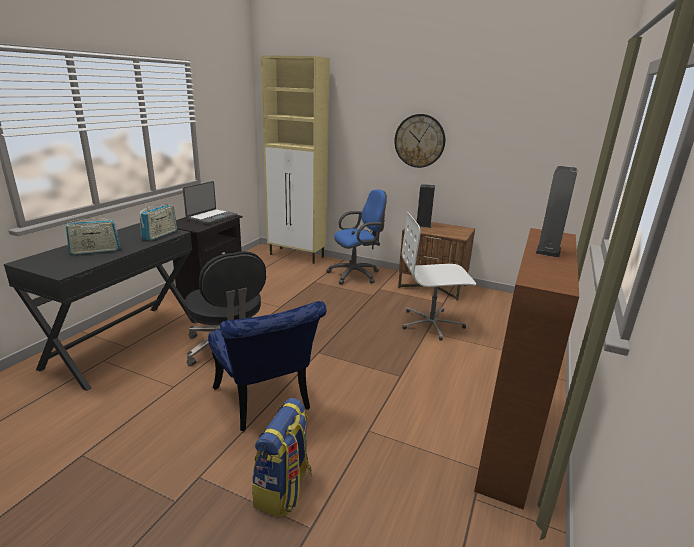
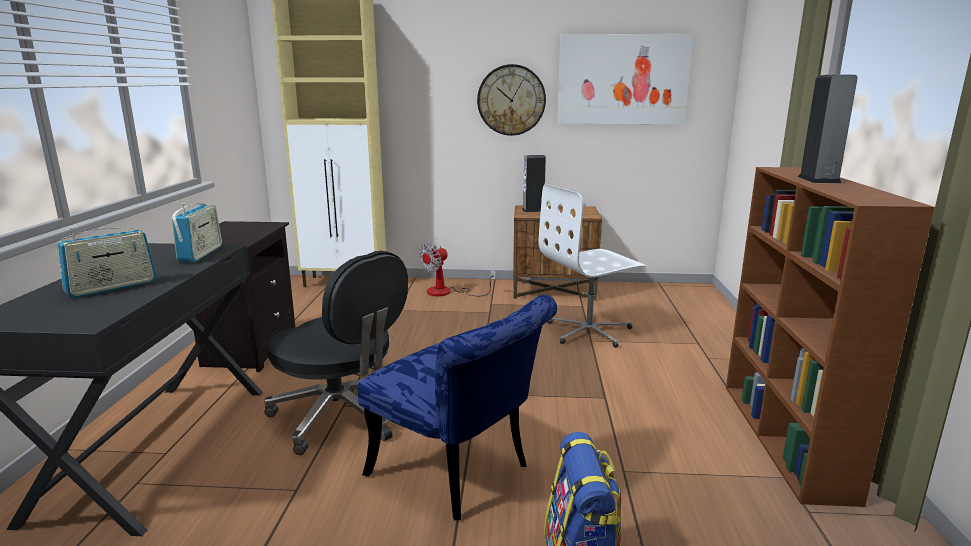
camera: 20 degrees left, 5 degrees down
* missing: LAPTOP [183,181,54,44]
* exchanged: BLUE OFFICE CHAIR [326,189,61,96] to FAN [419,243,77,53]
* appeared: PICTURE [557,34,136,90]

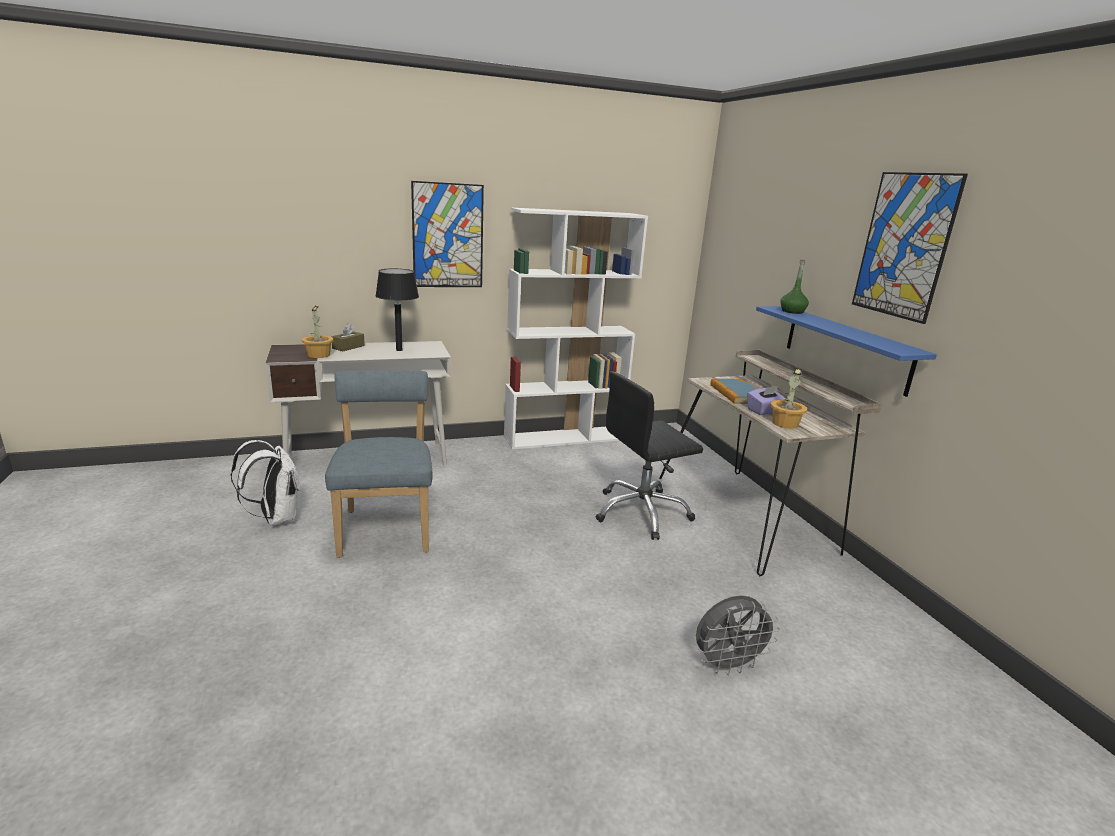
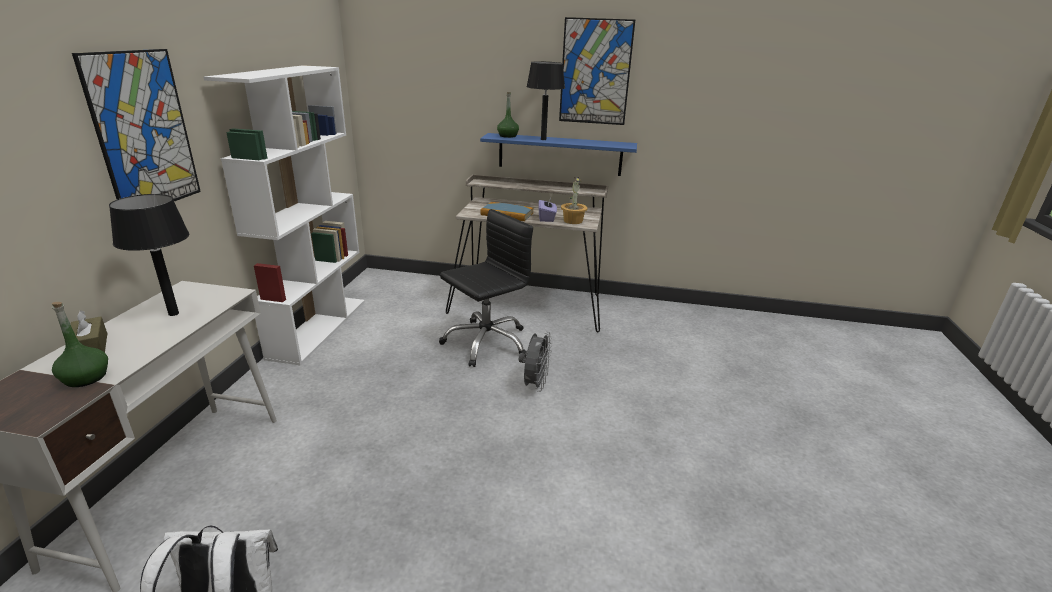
camera: 60 degrees left, 5 degrees up
* exchanged: POTTED PLANT [302,306,31,52] to GREEN BOTTLE [52,302,56,85]
* missing: BLUE CHAIR [325,371,108,187]
* spun: BLACK OFFICE CHAIR [596,371,107,169] = [439,209,94,158] 135 degrees counterclockwise
* relocated: GREY FAN [696,596,84,79] to [519,331,33,61]
* appeared: BLACK TABLE LAMP [527,62,38,78]

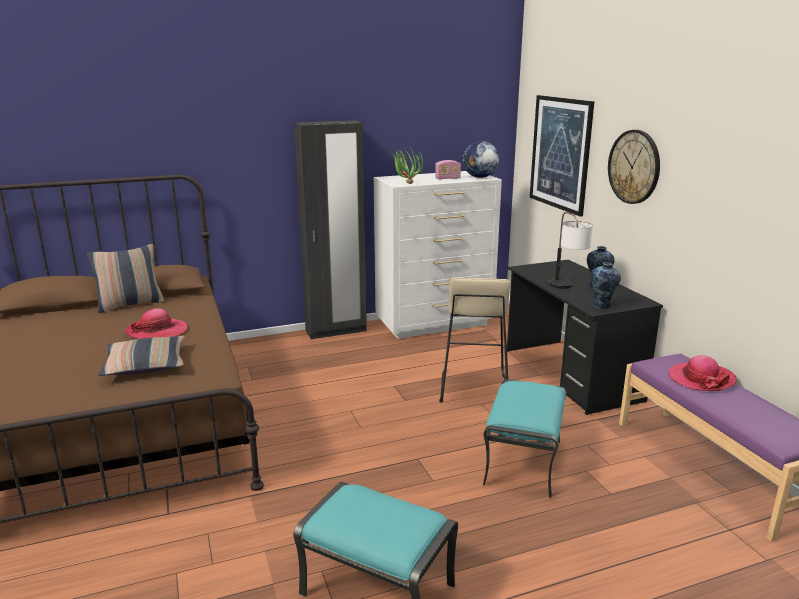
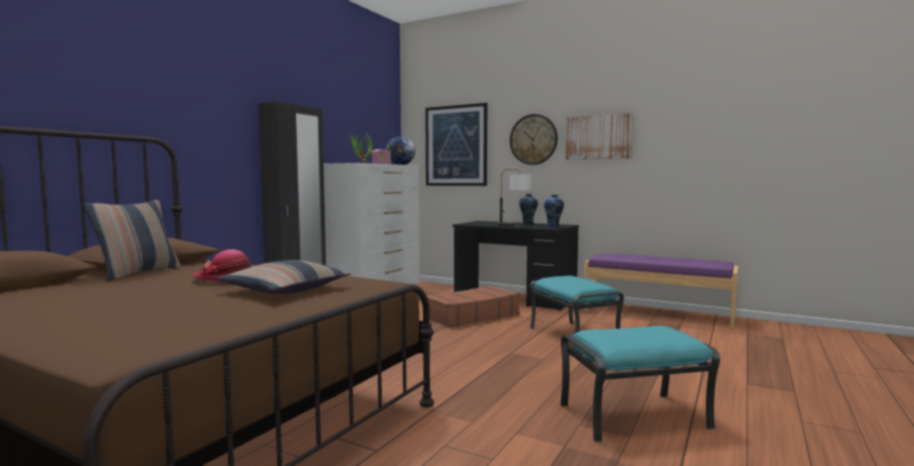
camera: 40 degrees left, 15 degrees down
* exchanged: BEIGE STOOL [439,277,71,125] to BROWN SUITCASE [426,285,94,43]
* missing: HAT [669,355,68,36]
* appeared: PICTURE [566,113,67,47]

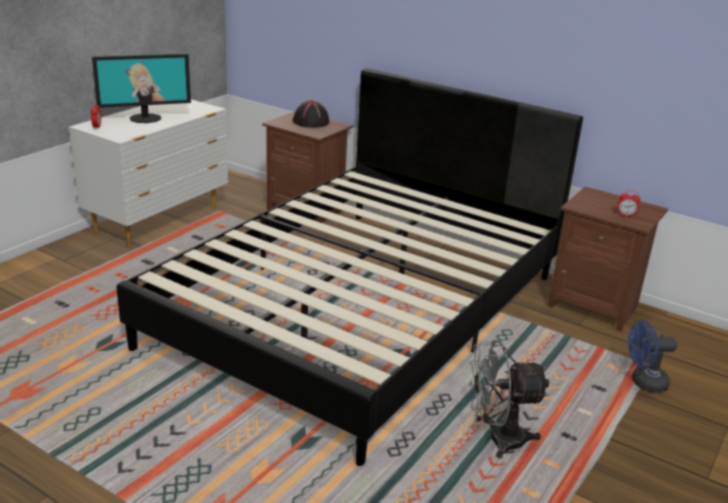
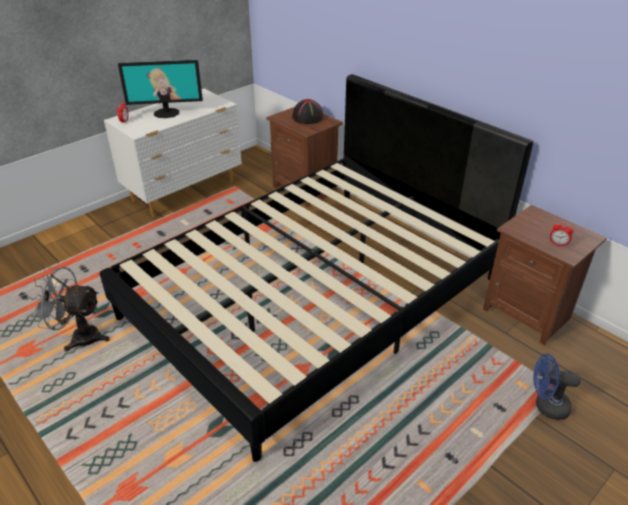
camera: 15 degrees right, 10 degrees up
* relocated: GREY FAN [469,340,80,119] to [28,267,82,85]

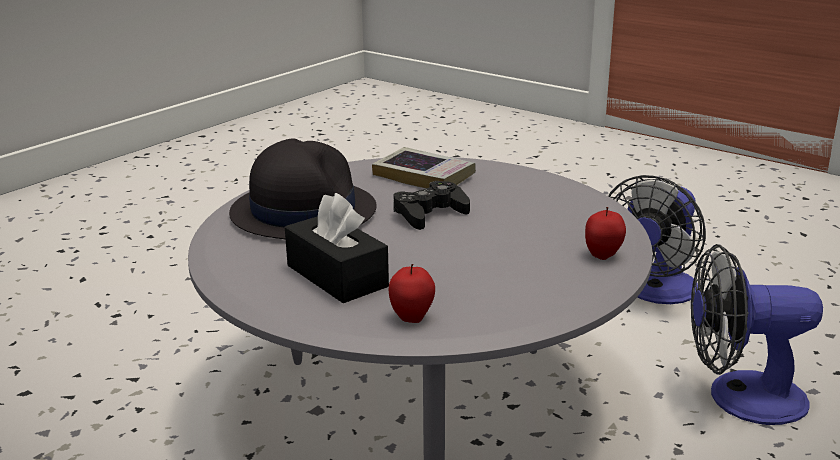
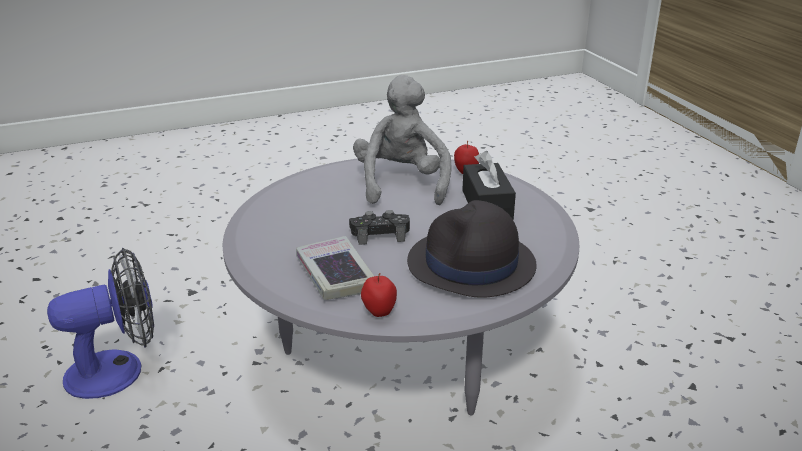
camera: 150 degrees left, 5 degrees up
* relocated: APPLE [585,207,41,53] to [361,273,36,44]
* missing: FAN [691,244,132,181]
* appeared: GREY PLUSH TOY [353,75,98,130]

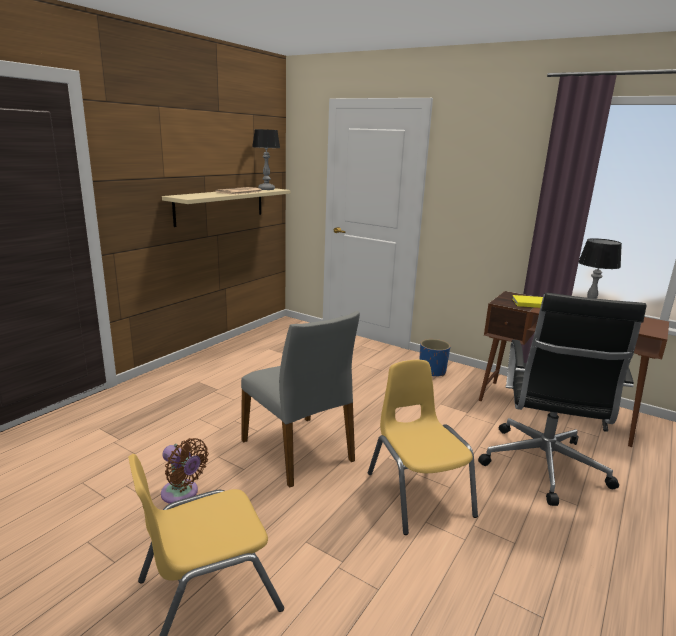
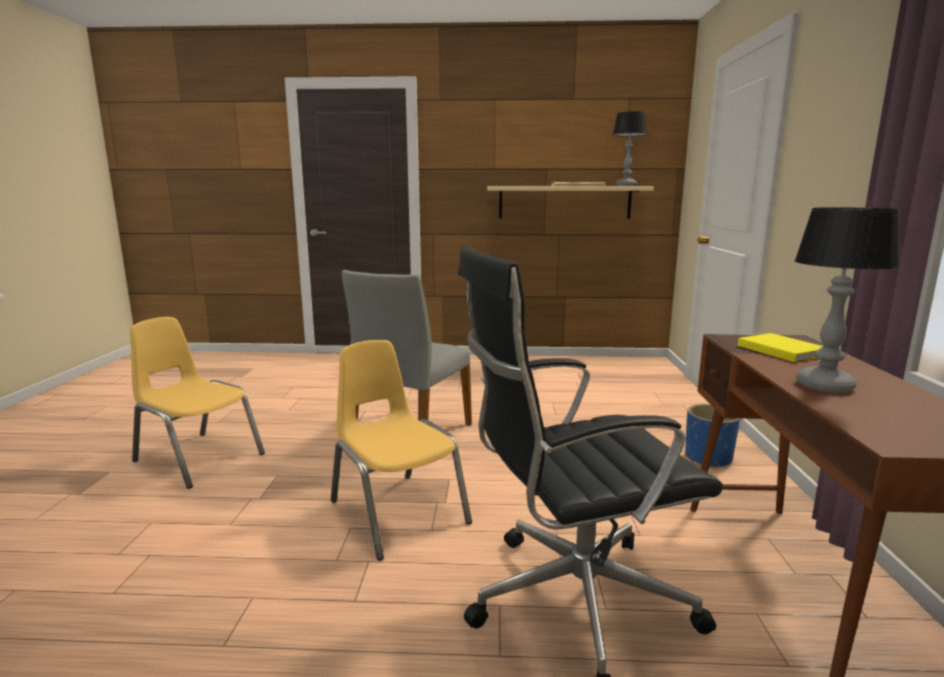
camera: 60 degrees right, 5 degrees down
* missing: BROWN FAN [161,438,48,66]
* spun: YELLOW CHAIR [368,360,110,175] = [331,340,141,221] 75 degrees counterclockwise

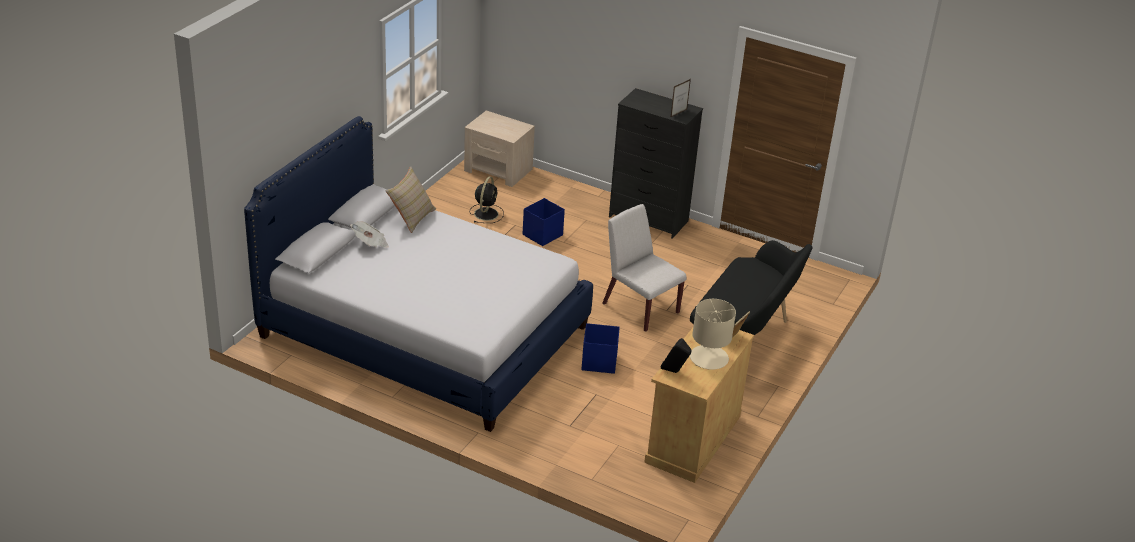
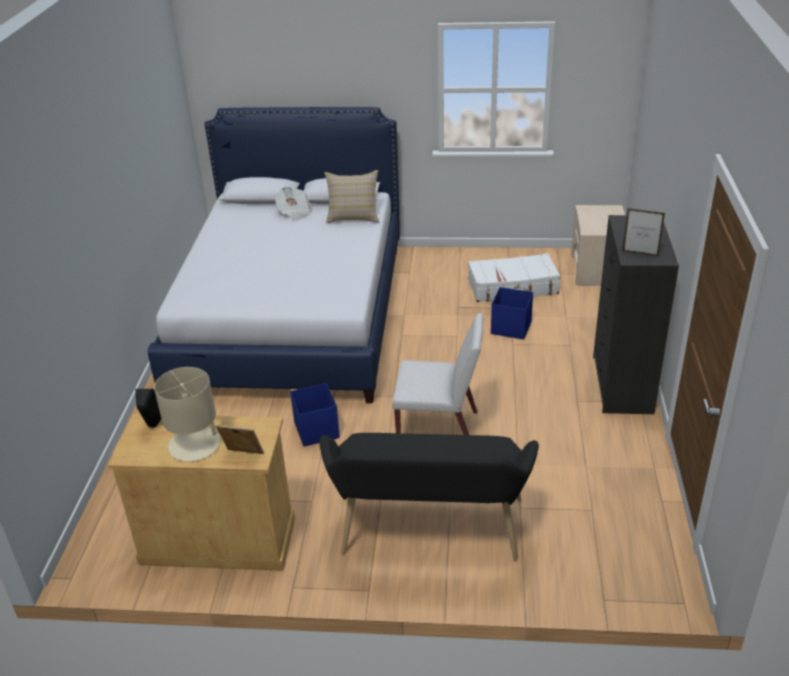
camera: 70 degrees right, 0 degrees up
* exchanged: BLACK FAN [470,177,34,46] to WHITE SUITCASE [468,253,92,49]
* spun: WHITE CHAIR [603,204,84,128] = [392,313,92,122] 75 degrees clockwise

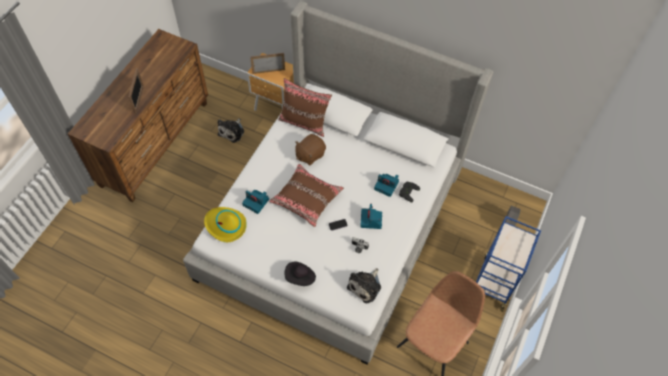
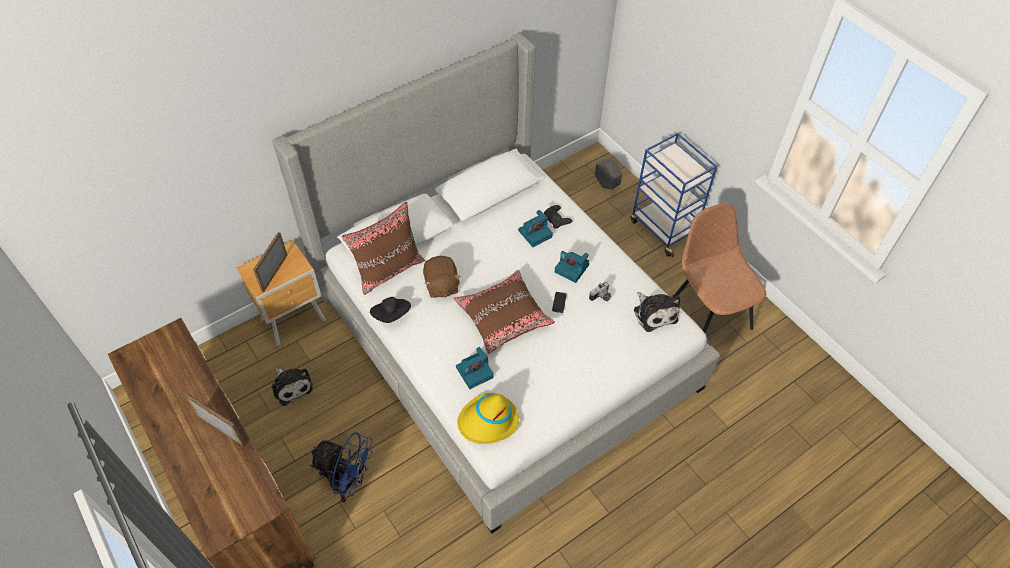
camera: 60 degrees left, 5 degrees down
* relocated: BLACK HAT [285,262,31,24] to [370,297,41,26]
* appeared: BLUE FAN [310,432,63,70]

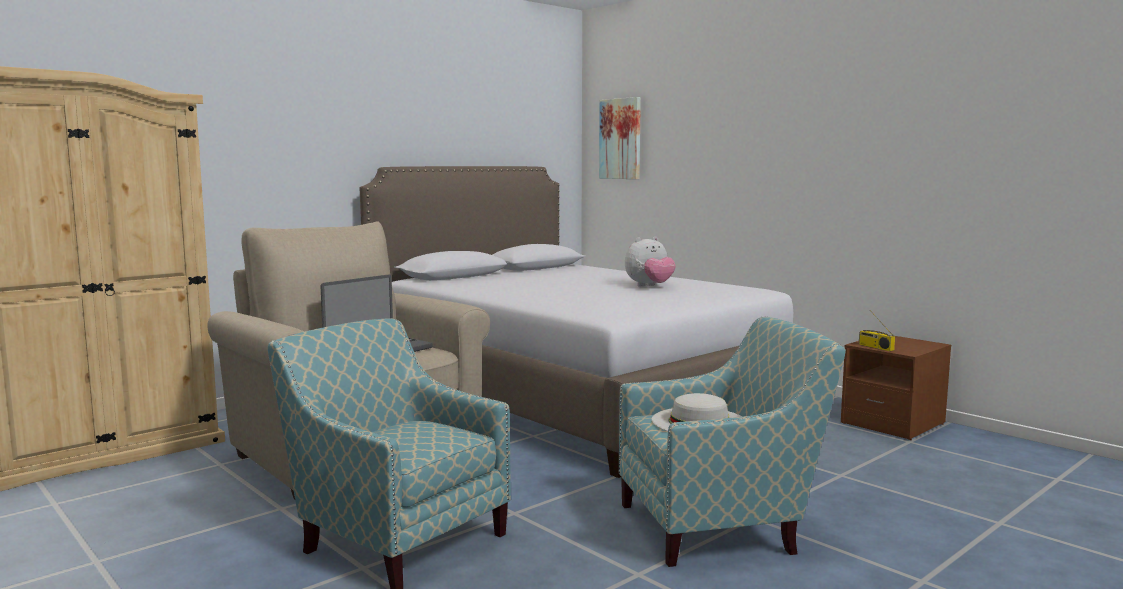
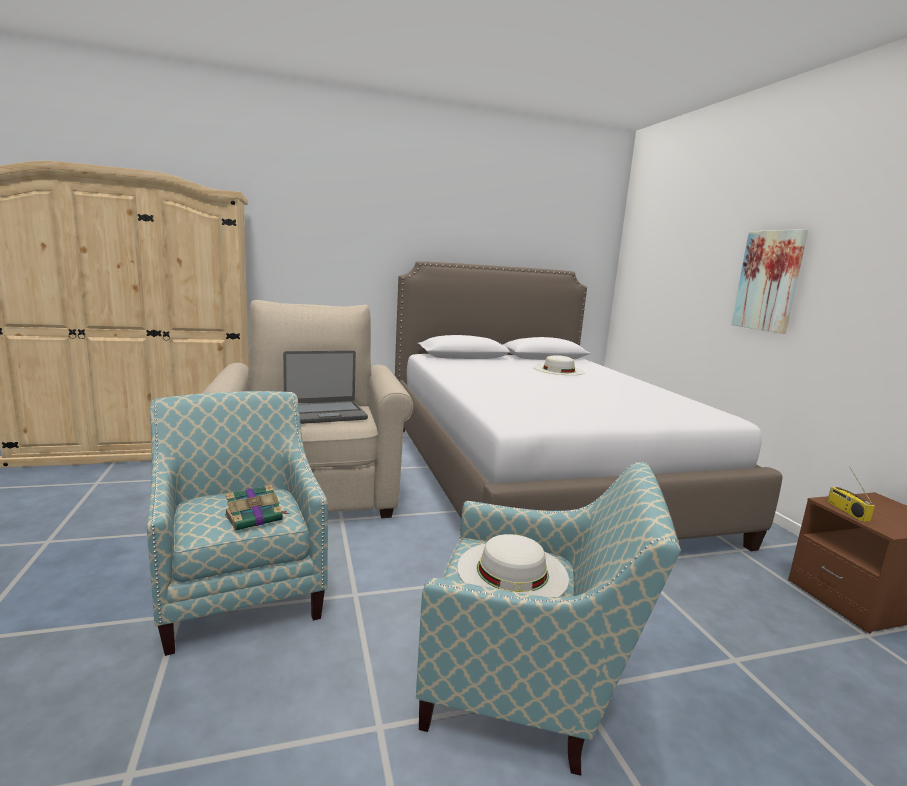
camera: 25 degrees right, 5 degrees up
* relocated: PICTURE [599,97,42,82] to [731,229,77,105]
* missing: PLUSH TOY [625,237,51,50]
* appeared: BOOK [225,484,64,47]
* appeared: WHITE HAT [533,355,52,20]

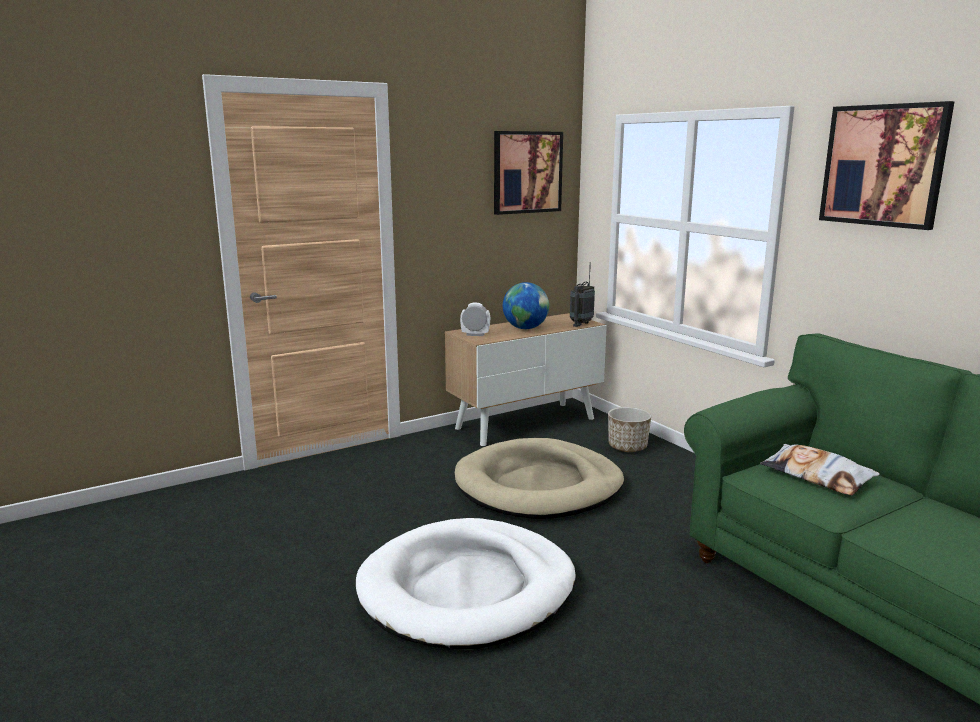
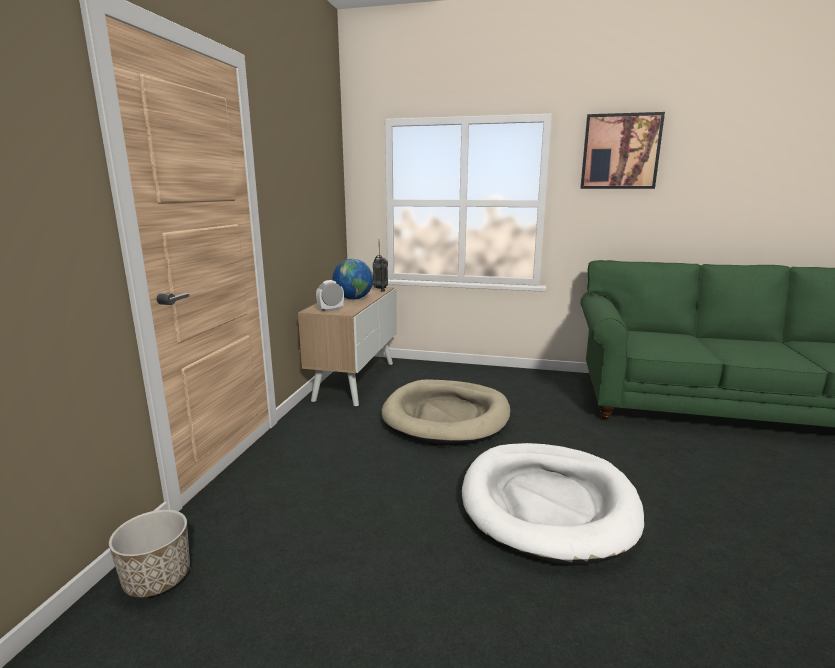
camera: 45 degrees left, 0 degrees up
* missing: PICTURE [494,131,69,84]
* relocated: PLANTER [608,407,43,45] to [109,510,81,88]
* missing: PILLOW [760,444,120,52]

